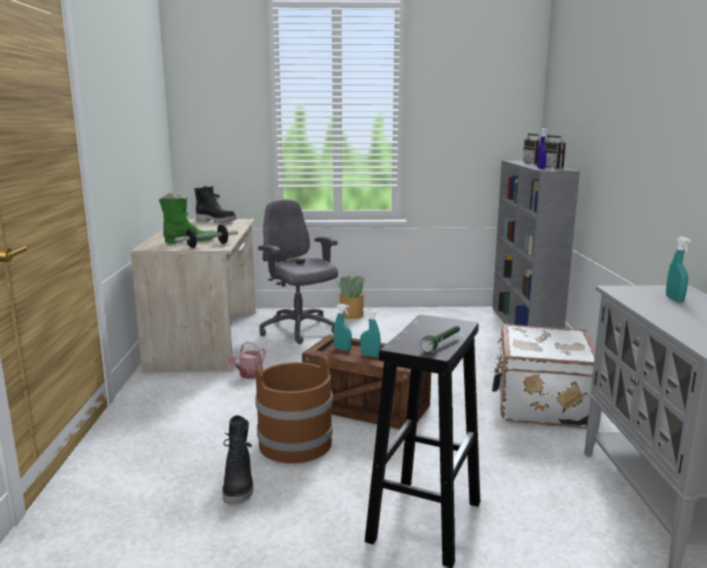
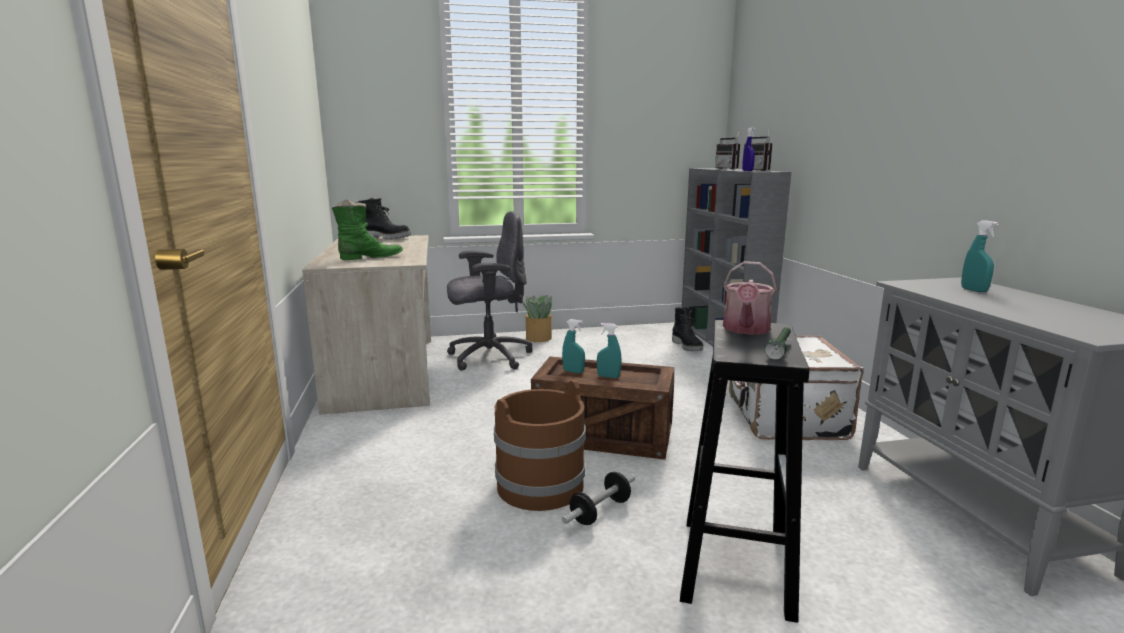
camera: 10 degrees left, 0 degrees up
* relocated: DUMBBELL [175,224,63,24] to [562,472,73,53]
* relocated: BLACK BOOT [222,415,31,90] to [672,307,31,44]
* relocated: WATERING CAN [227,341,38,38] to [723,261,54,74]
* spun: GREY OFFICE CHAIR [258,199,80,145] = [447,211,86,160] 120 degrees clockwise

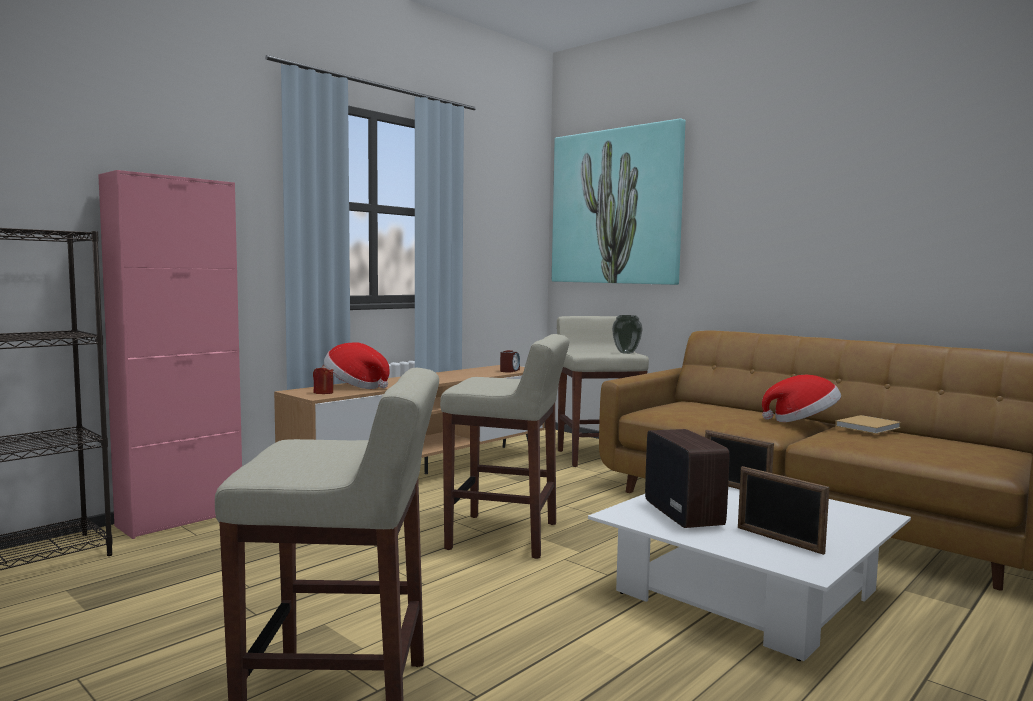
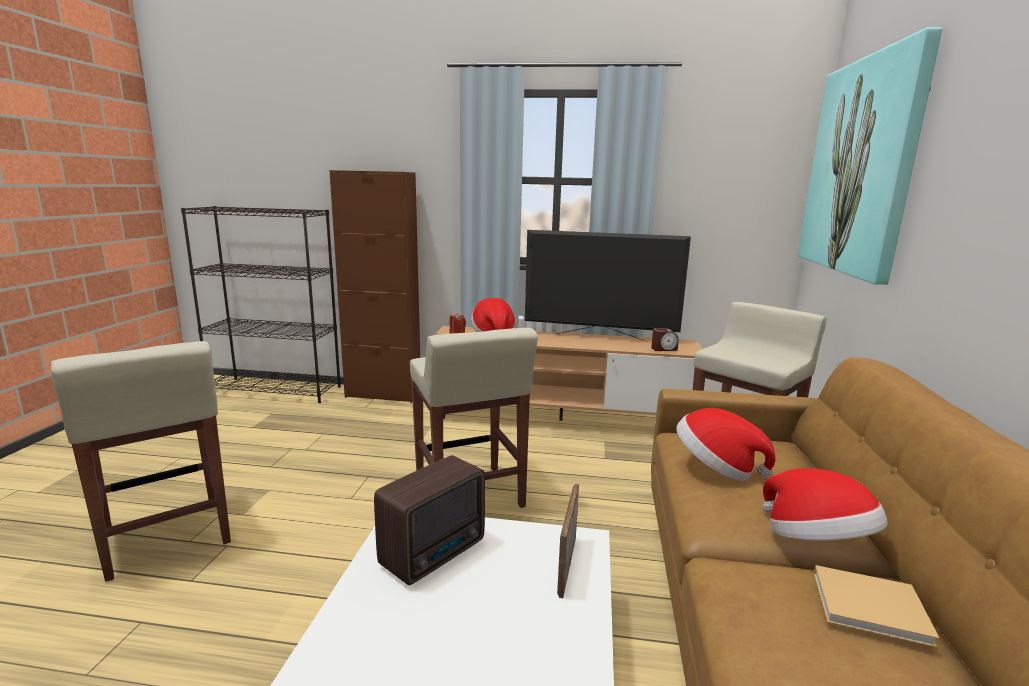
camera: 55 degrees right, 10 degrees up
* colour: PINK CABINET [98,170,144,369] to BROWN CABINET [329,170,91,233]
* missing: VASE [612,315,31,39]
* missing: PICTURE FRAME [738,466,91,89]
* appeared: TELEVISION [525,230,166,112]
* appeared: HAT [676,408,100,73]

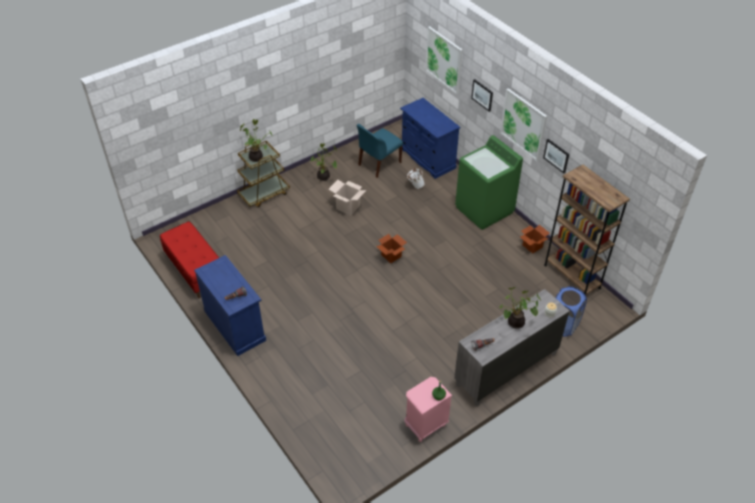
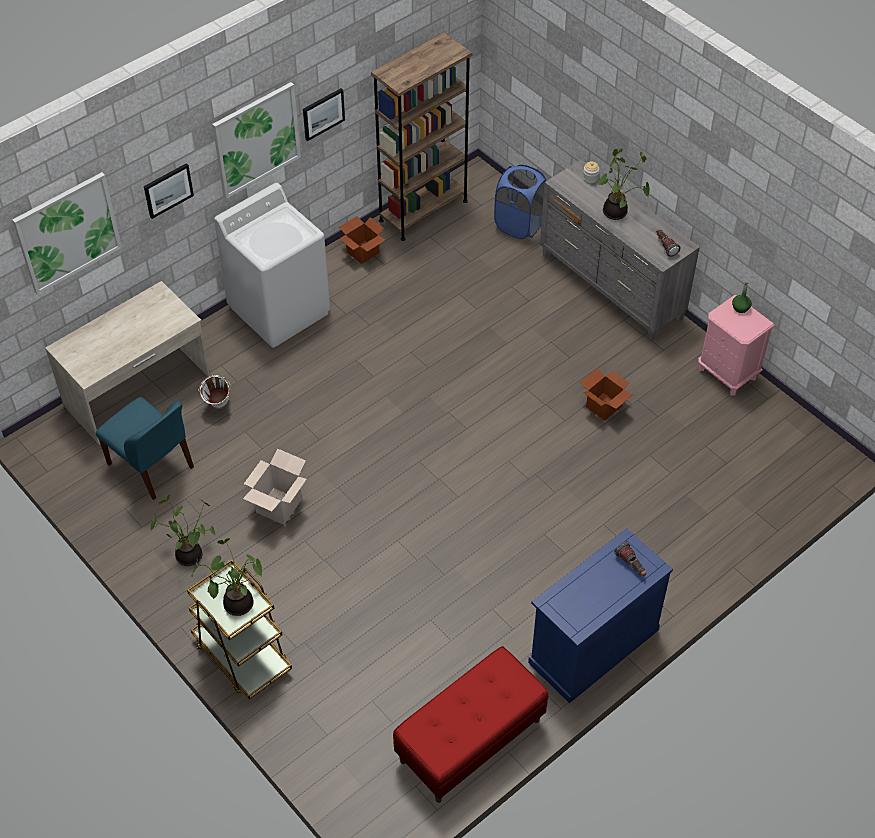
camera: 95 degrees left, 5 degrees up
* relocated: CARDBOARD BOX [376,234,31,29] to [579,369,54,52]
* exchanged: BLUE CABINET [400,98,60,81] to BEIGE DESK [45,281,165,164]
* colour: GREEN WASHING MACHINE [455,135,68,95] to WHITE WASHING MACHINE [214,183,116,165]

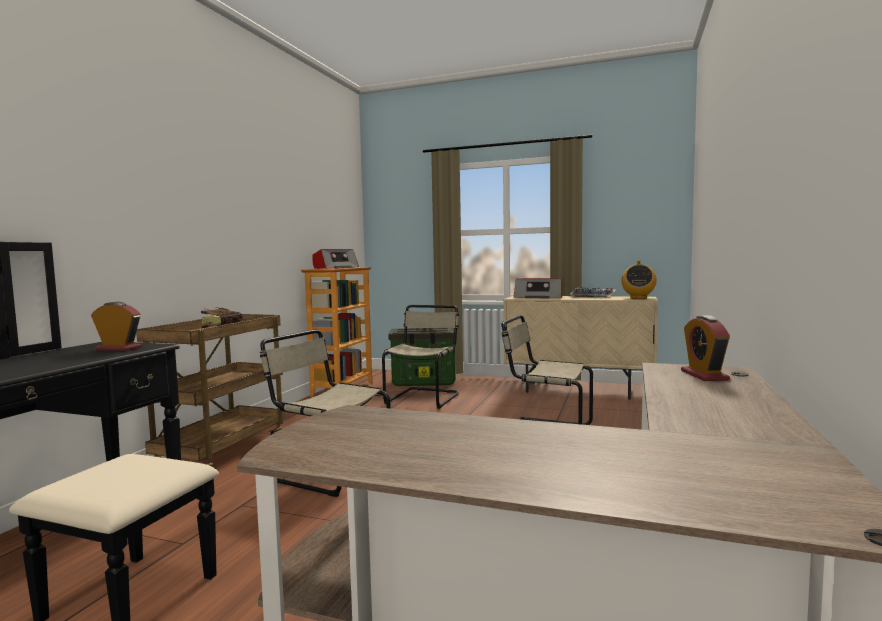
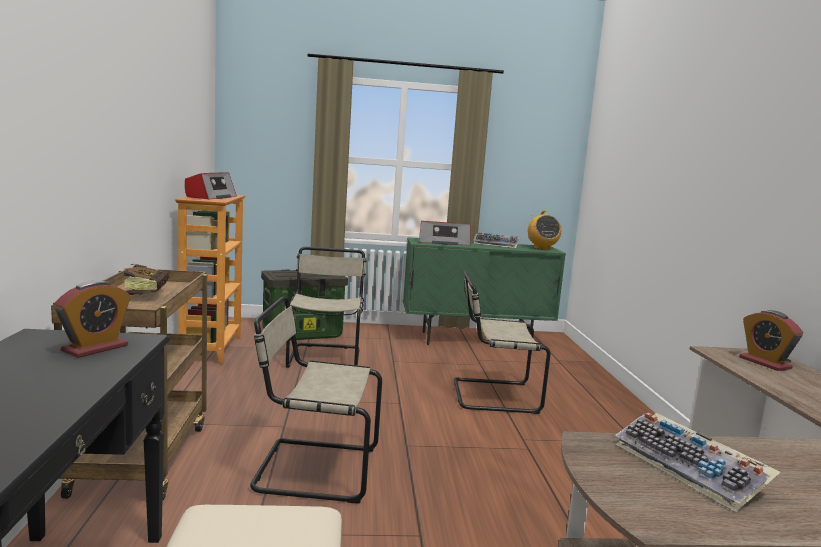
camera: 25 degrees left, 5 degrees up
* spun: ALARM CLOCK [91,302,51,49] = [54,280,77,78] 135 degrees clockwise
* colour: BEIGE CABINET [503,296,155,104] to GREEN CABINET [403,237,163,108]
* appeared: KEYBOARD [615,412,165,100]

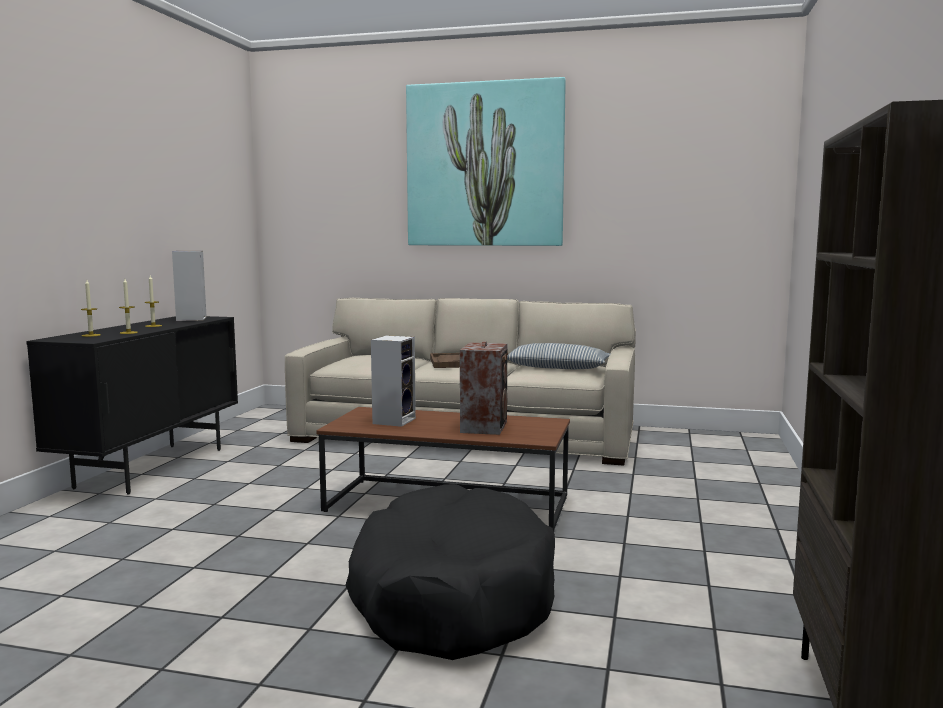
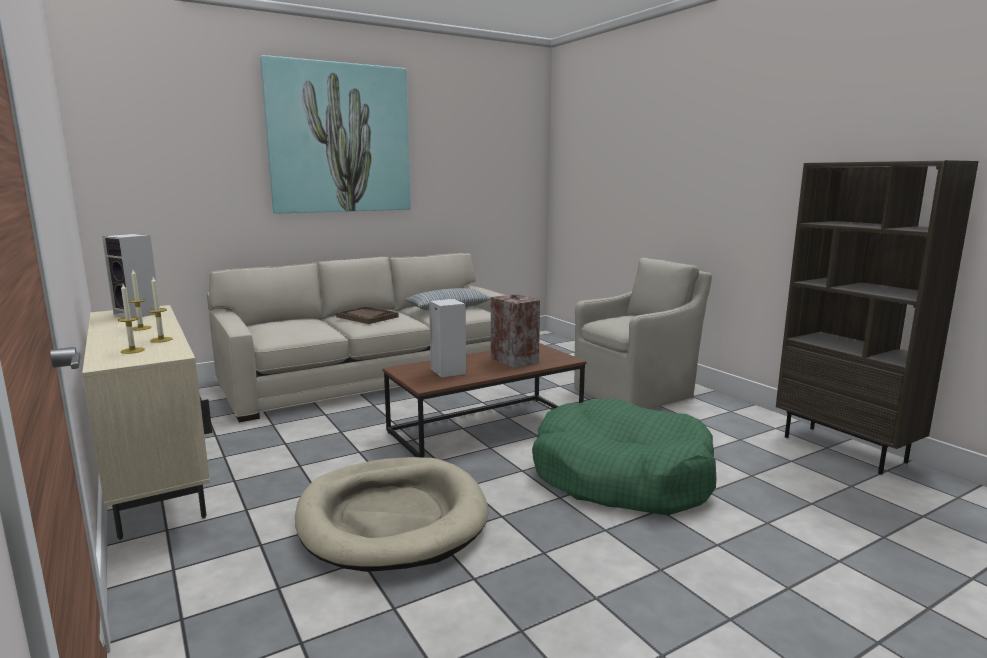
camera: 45 degrees left, 5 degrees up
* colour: BLACK CABINET [26,316,212,179] to BEIGE CABINET [82,305,130,235]
* colour: BLACK DOG BED [346,484,209,176] to GREEN DOG BED [532,399,184,116]
* appeared: BEIGE DOG BED [295,457,193,115]
* appeared: BEIGE ARMCHAIR [574,258,138,151]

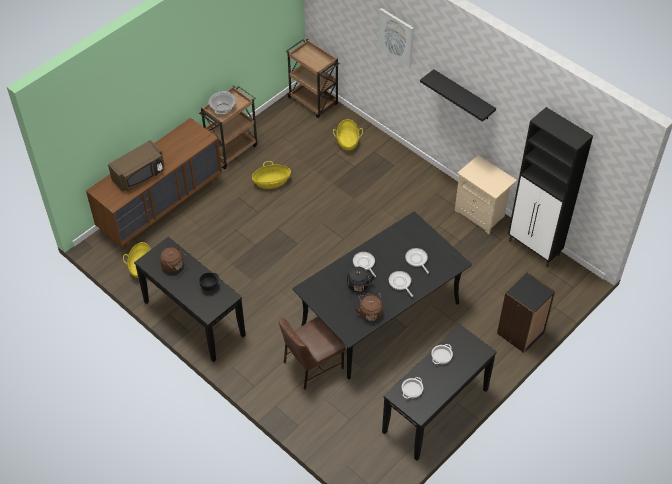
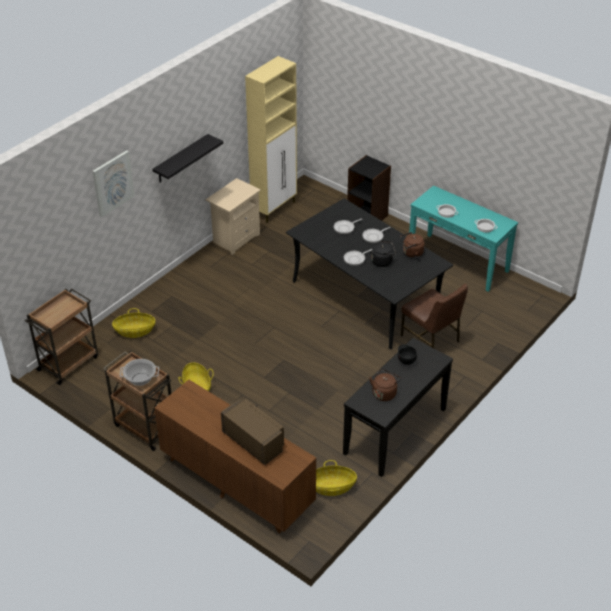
camera: 95 degrees left, 10 degrees down
* colour: BLACK CONSOLE TABLE [382,324,115,137] to TURQUOISE CONSOLE TABLE [409,186,109,106]
* colour: BLACK CABINET [508,107,85,160] to BEIGE CABINET [245,56,52,167]

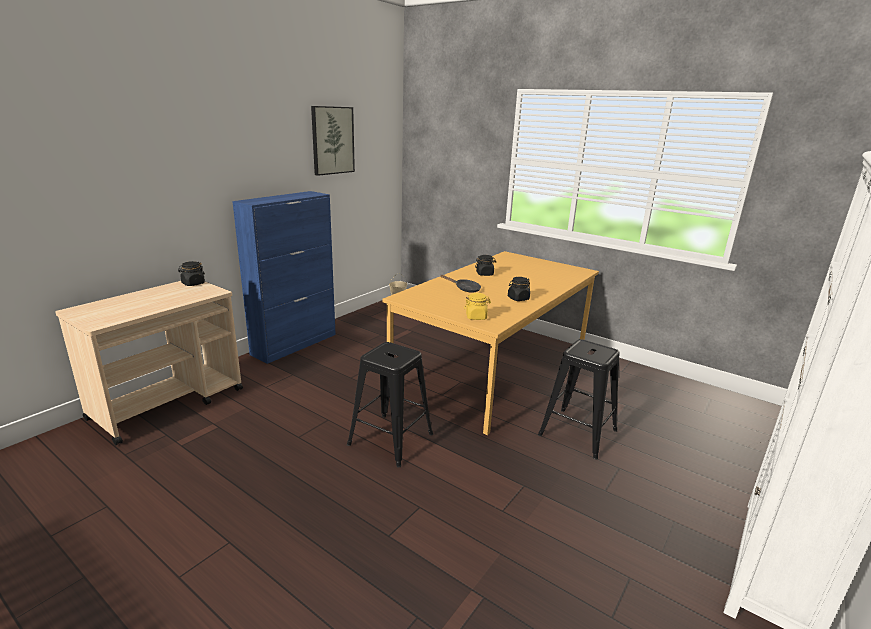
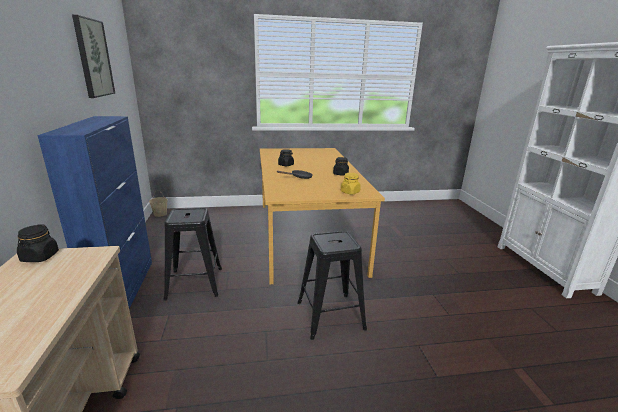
camera: 45 degrees left, 0 degrees up
* relocated: BLACK STOOL [538,339,82,121] to [163,208,59,93]

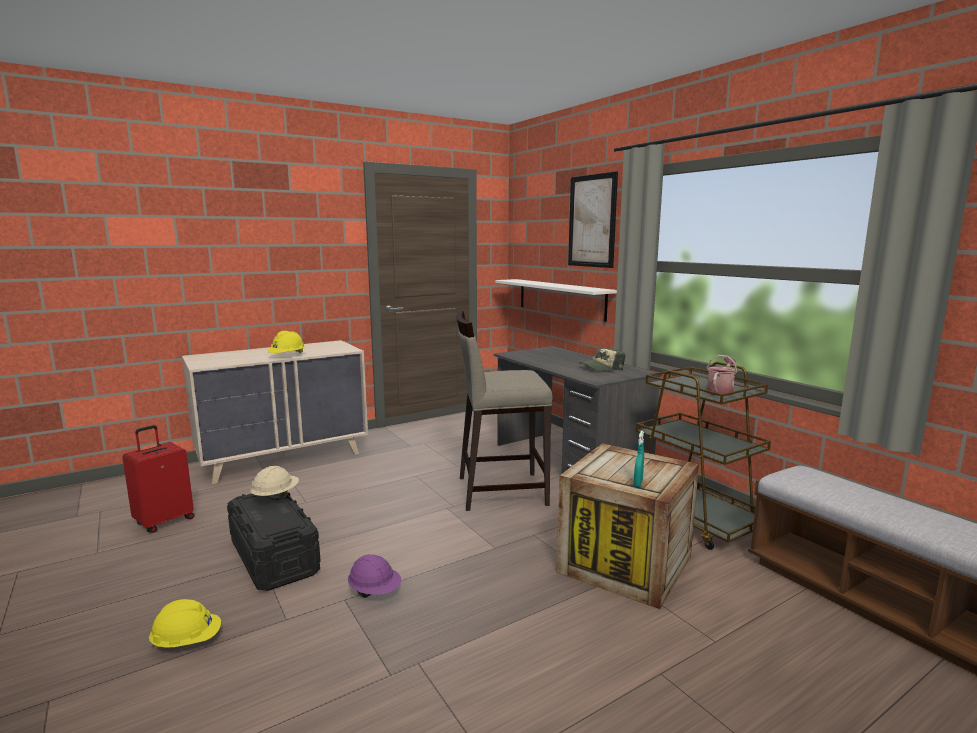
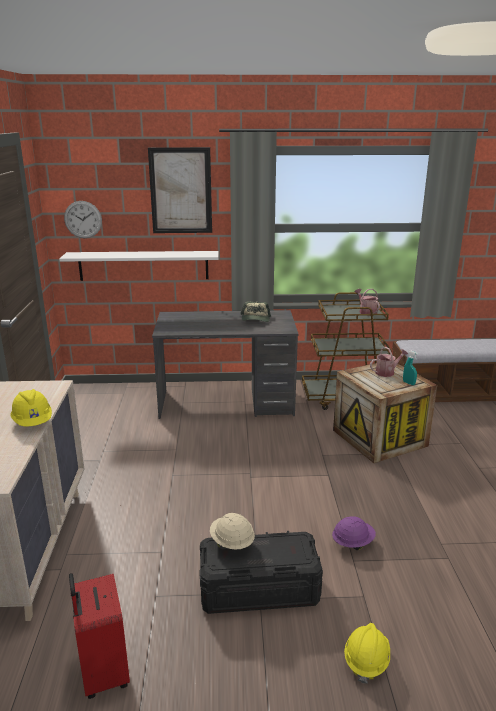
camera: 60 degrees left, 10 degrees up
* missing: BEIGE STOOL [457,311,95,200]
* appeared: WALL CLOCK [64,201,38,37]
* appeared: WATERING CAN [370,347,38,30]

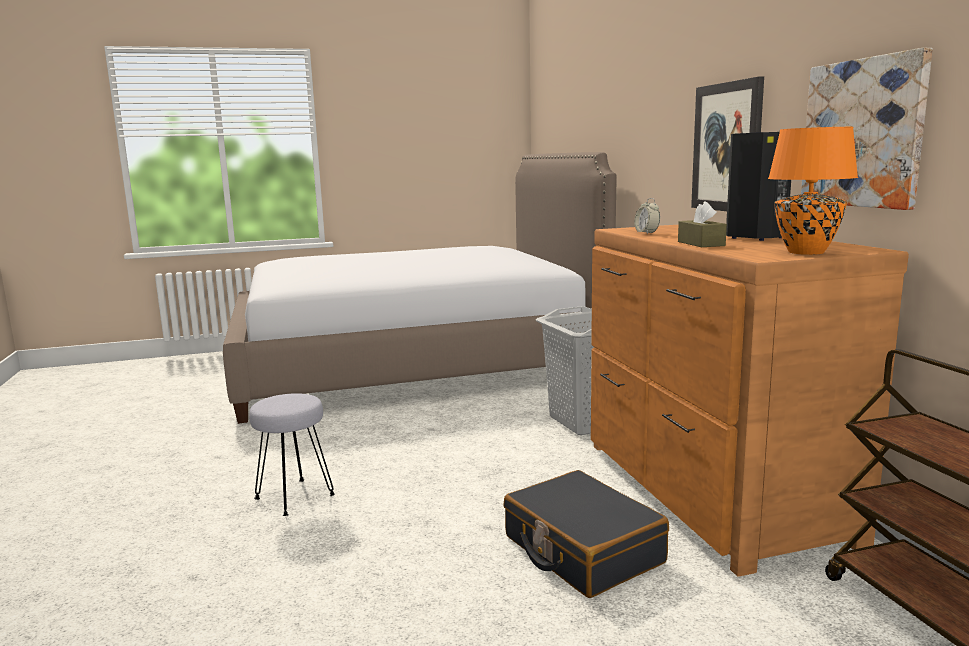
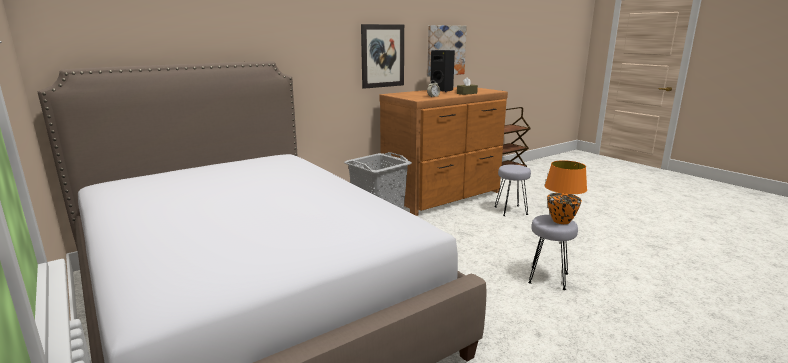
camera: 110 degrees left, 5 degrees up
* exchanged: BLACK SUITCASE [504,470,165,128] to GREY STOOL [494,164,37,52]
* relocated: ORANGE TABLE LAMP [768,127,90,128] to [545,160,42,64]

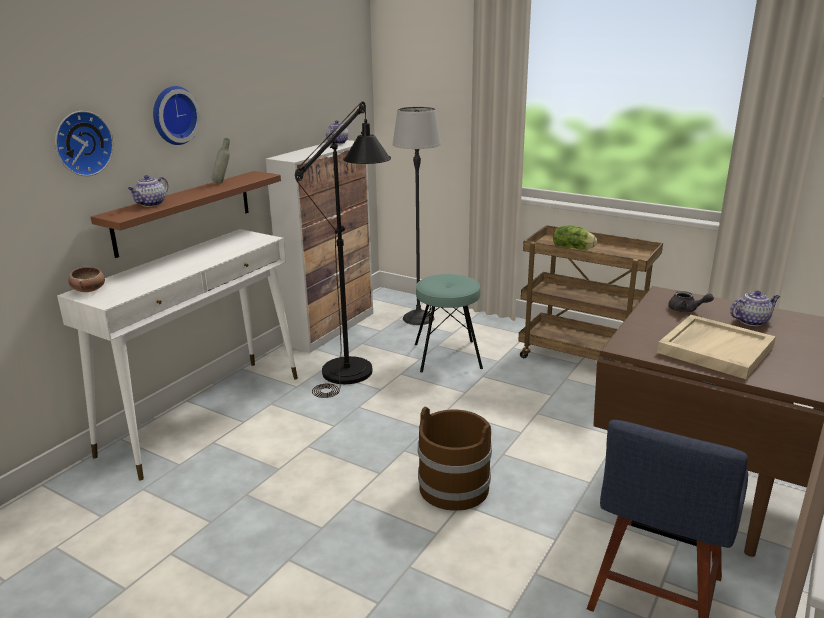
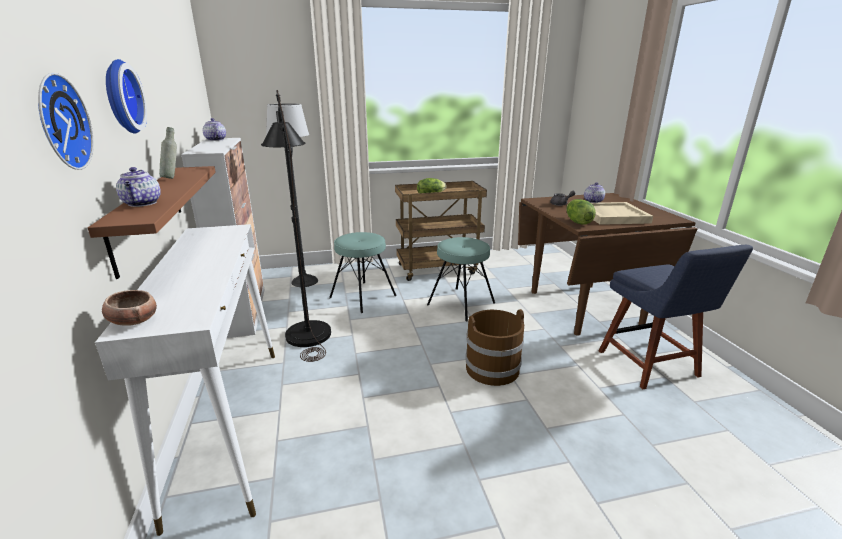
camera: 45 degrees left, 0 degrees up
* appeared: TURQUOISE STOOL [427,237,68,84]
* appeared: LETTUCE [567,199,29,25]

